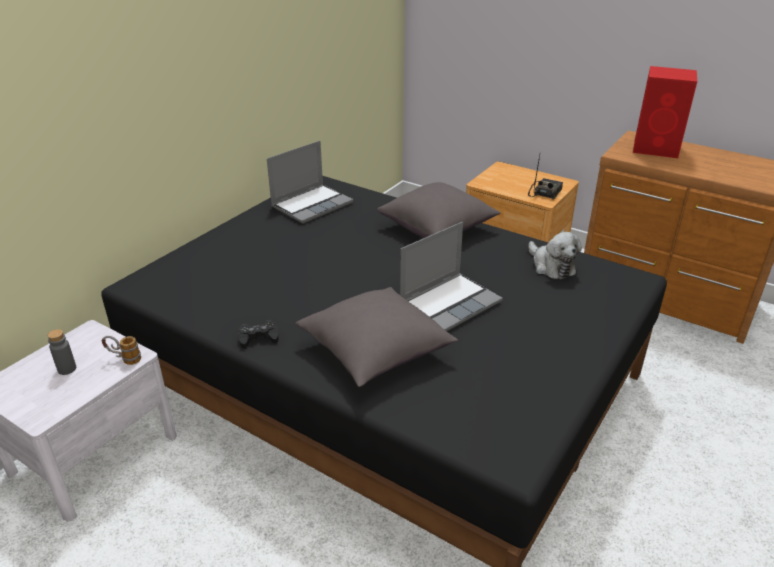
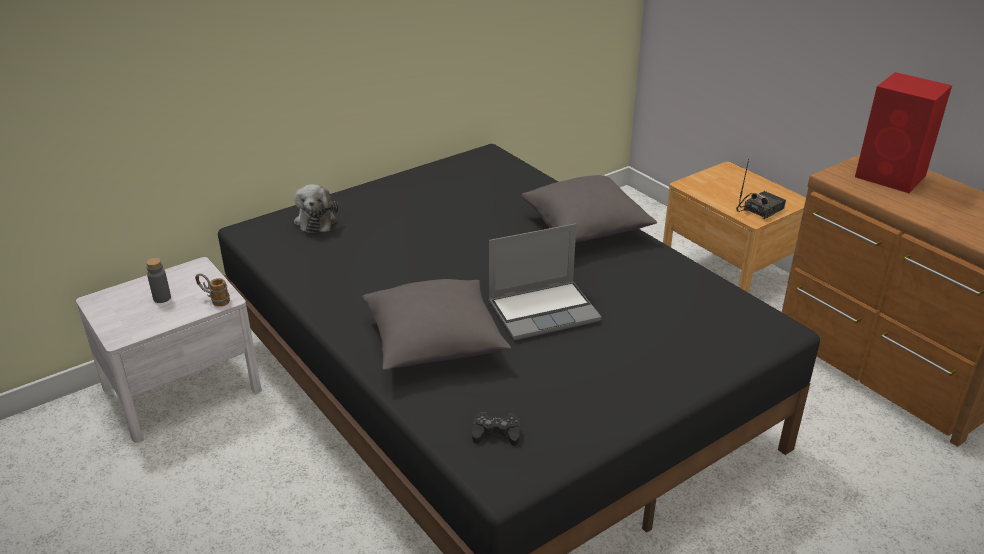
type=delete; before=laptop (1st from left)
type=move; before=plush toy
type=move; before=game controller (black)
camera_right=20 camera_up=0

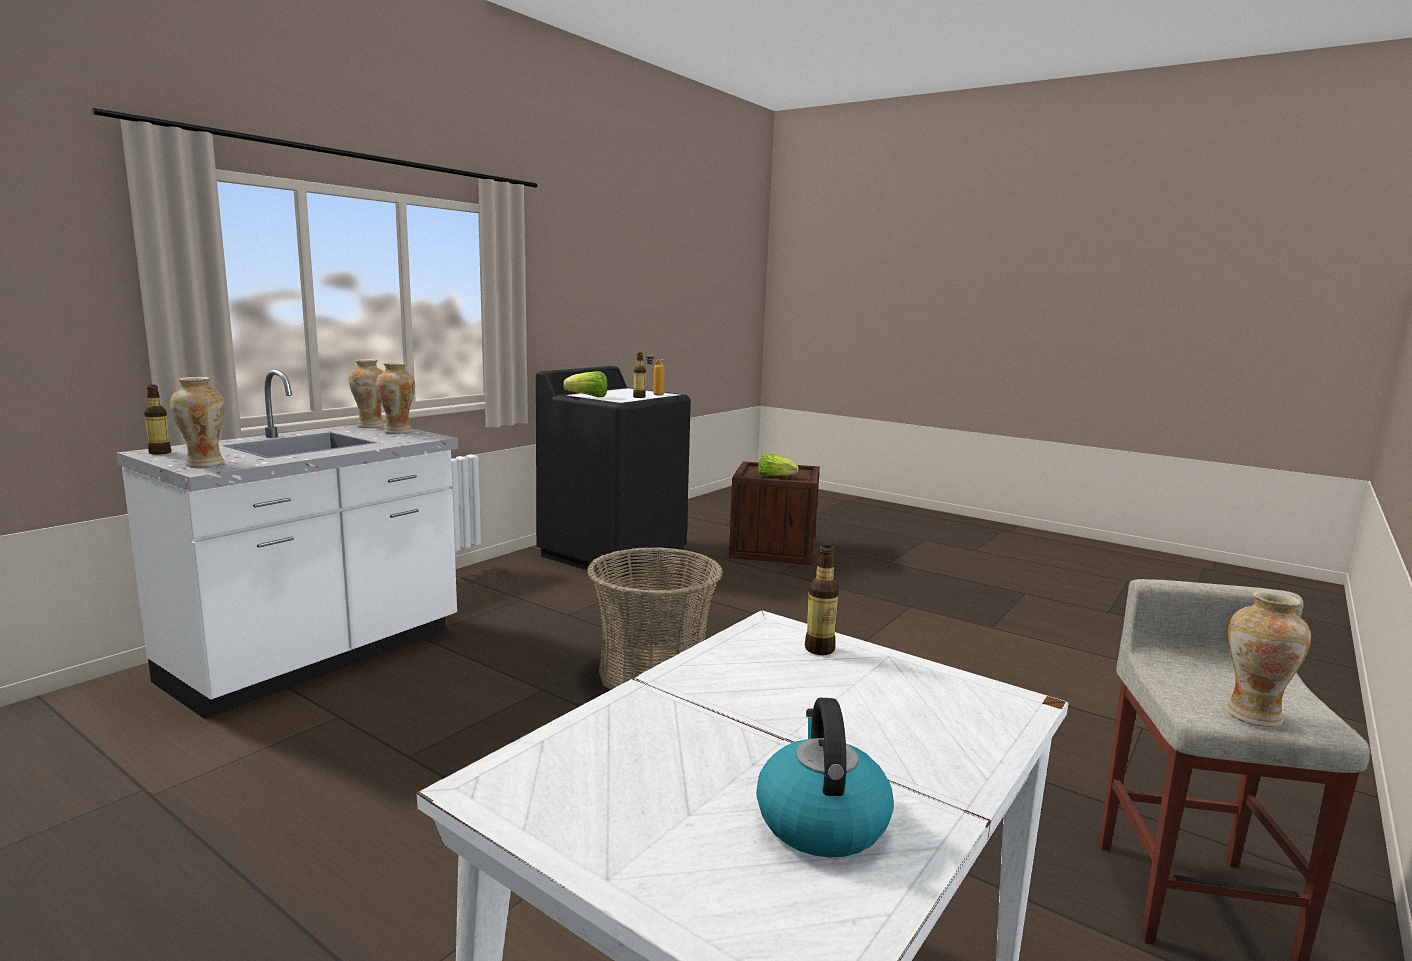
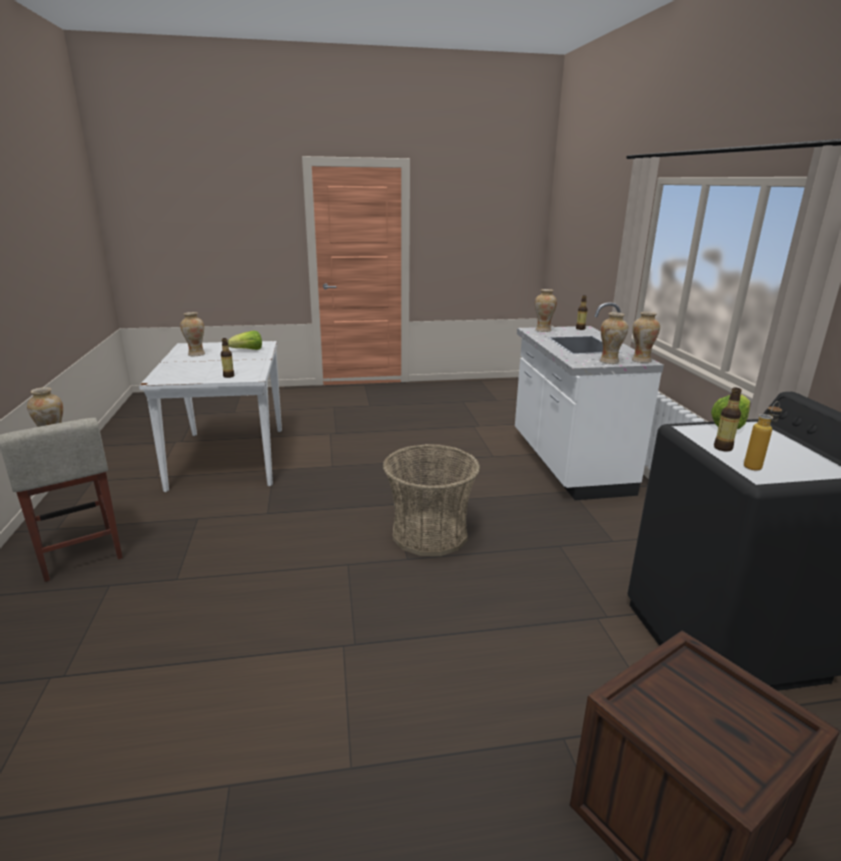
type=move; before=lettuce (2nd from left in the first image); after=lettuce (1st from left)
type=replace; before=kettle; after=vase (2nd from left)
camera_right=135 camera_up=10

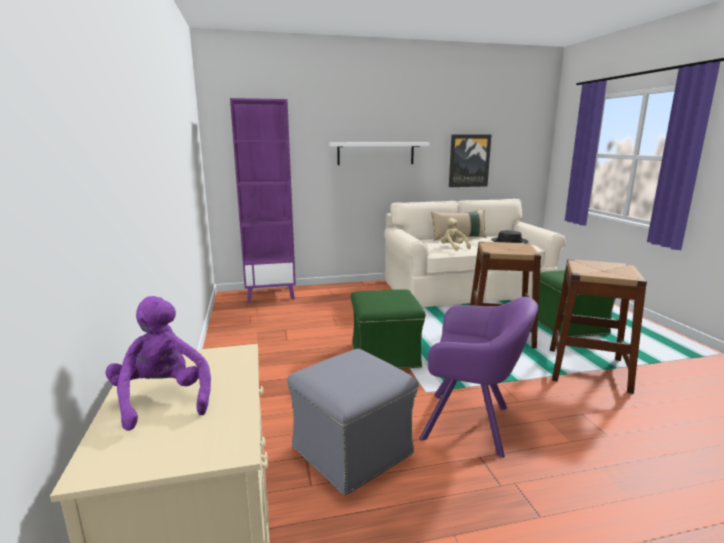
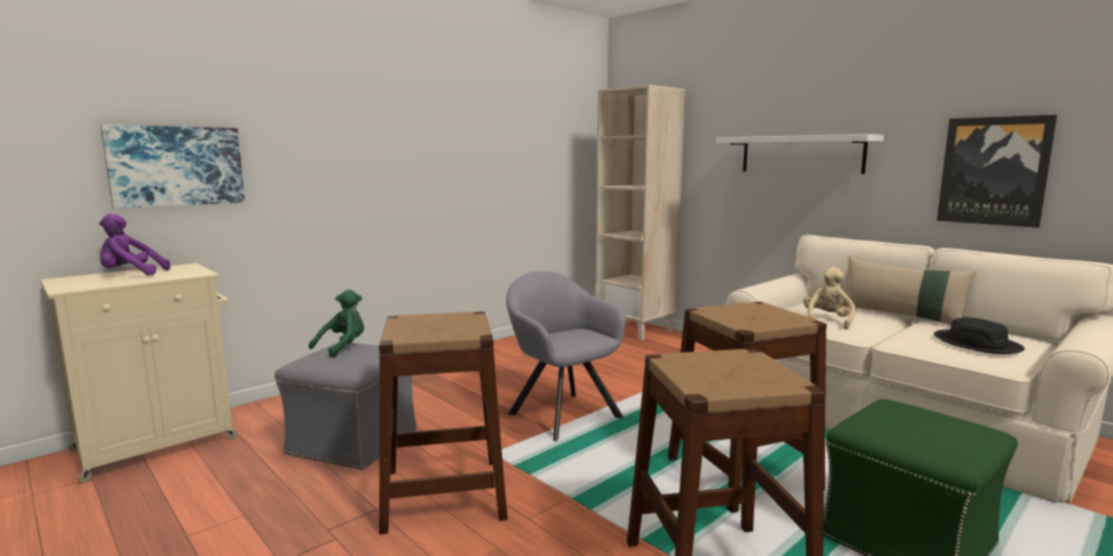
type=recolor; before=bookcase (purple); after=bookcase (beige)
type=replace; before=ottoman (green) (1st from left); after=armchair (grey)
type=rotate; before=plush toy (purple); turn=-135
type=replace; before=armchair (purple); after=stool (brown) (1st from left)
type=insert; after=picture (1st from left)
type=insert; after=plush toy (green)
camera_right=60 camera_up=-5

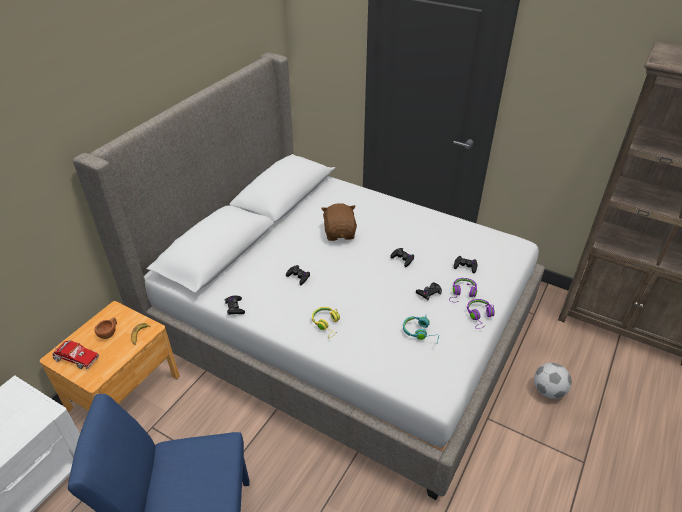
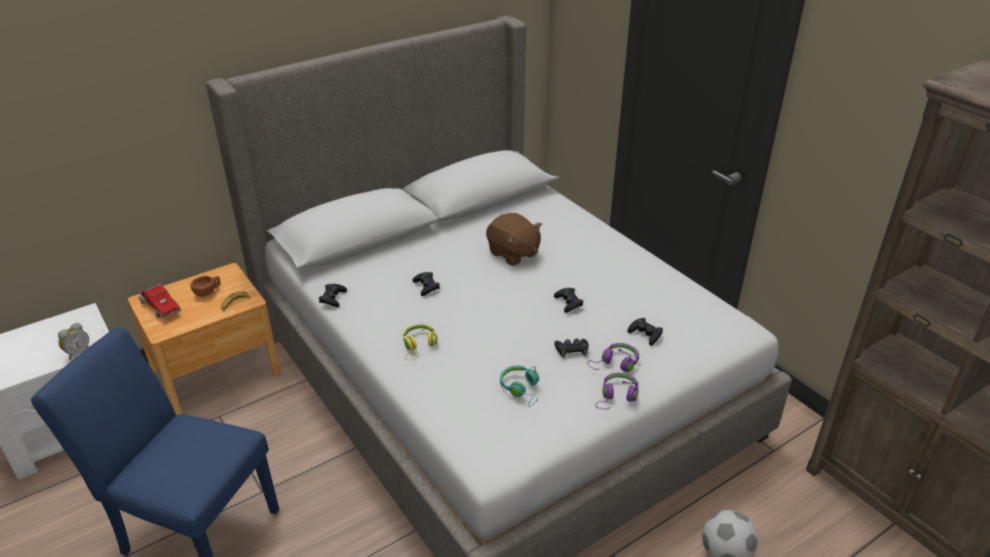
type=rotate; before=plush toy (brown); turn=120
type=insert; after=alarm clock
camera_right=25 camera_up=-5

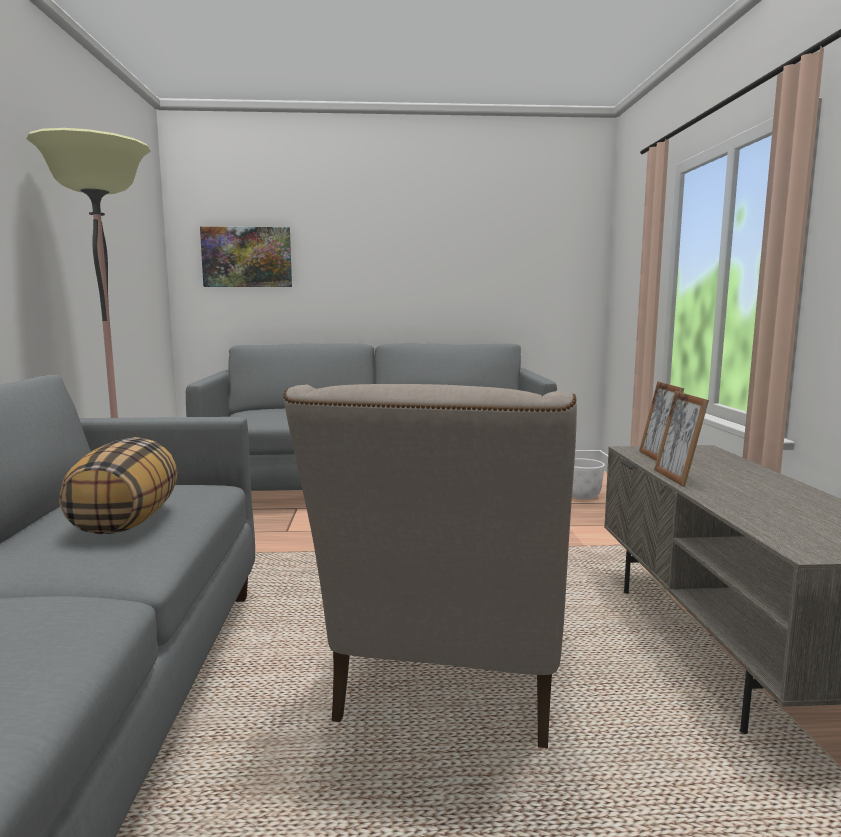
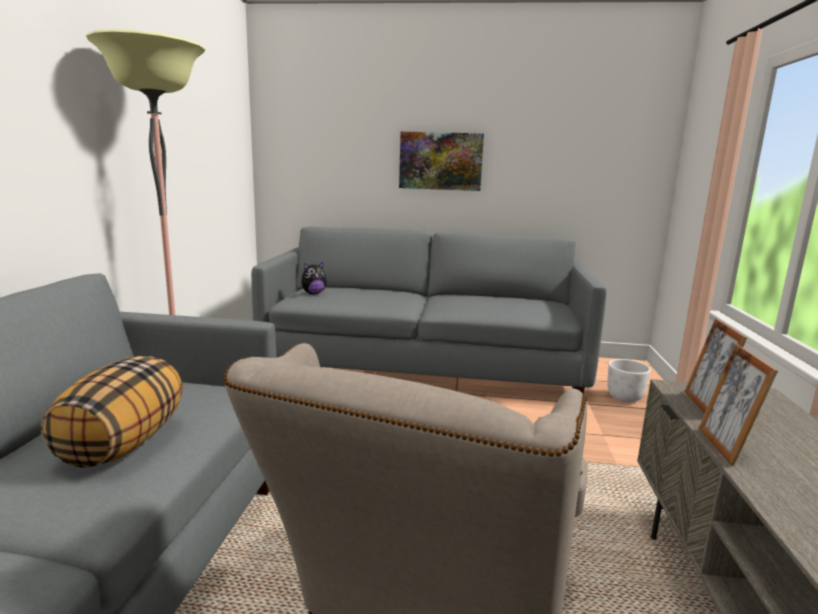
type=move; before=picture
type=insert; after=plush toy
camera_right=10 camera_up=5

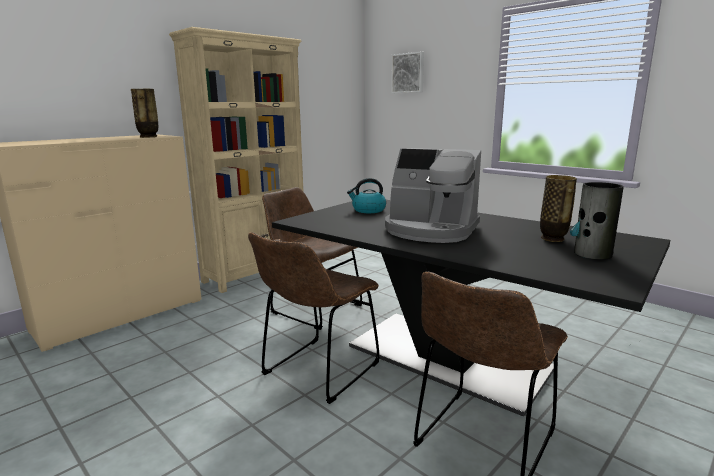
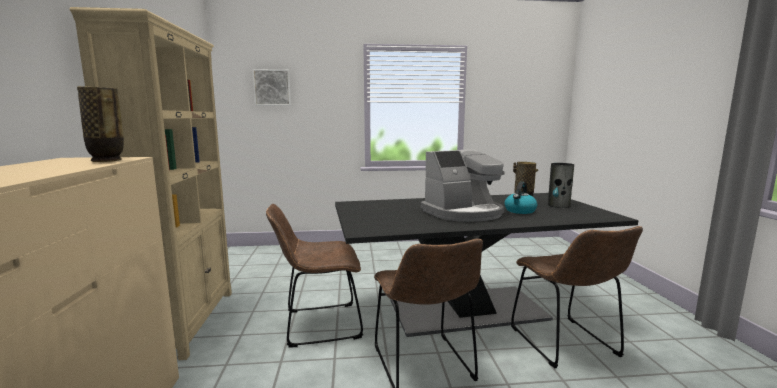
type=move; before=kettle
camera_right=-50 camera_up=-5

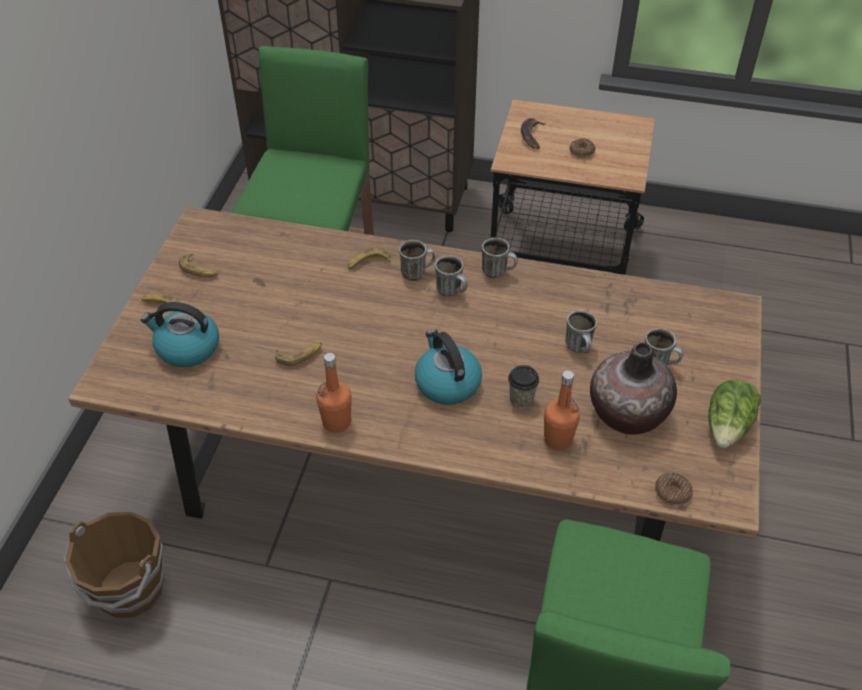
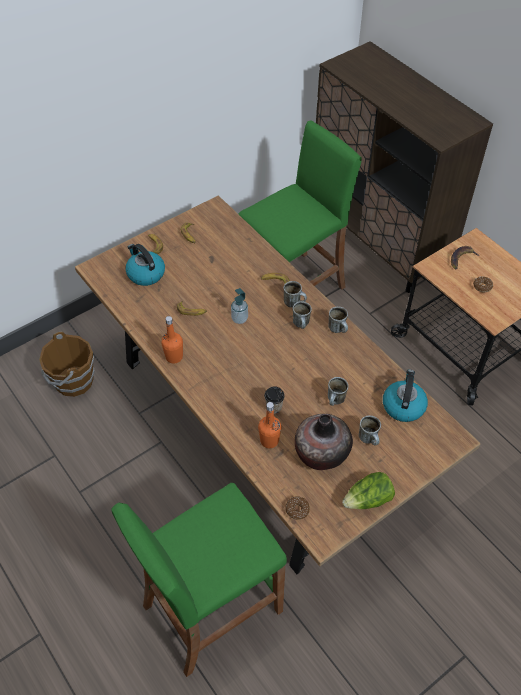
type=move; before=kettle (2nd from left)
type=insert; after=soap dispenser
camera_right=40 camera_up=5

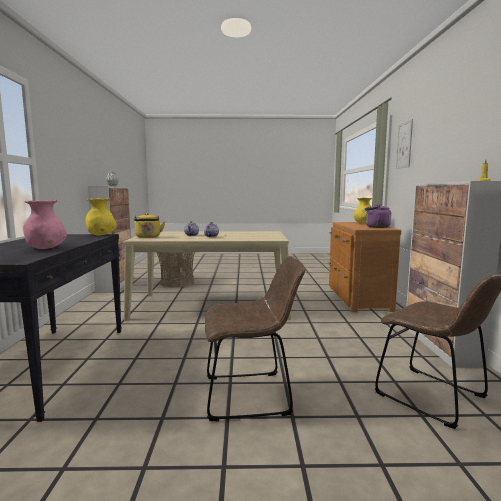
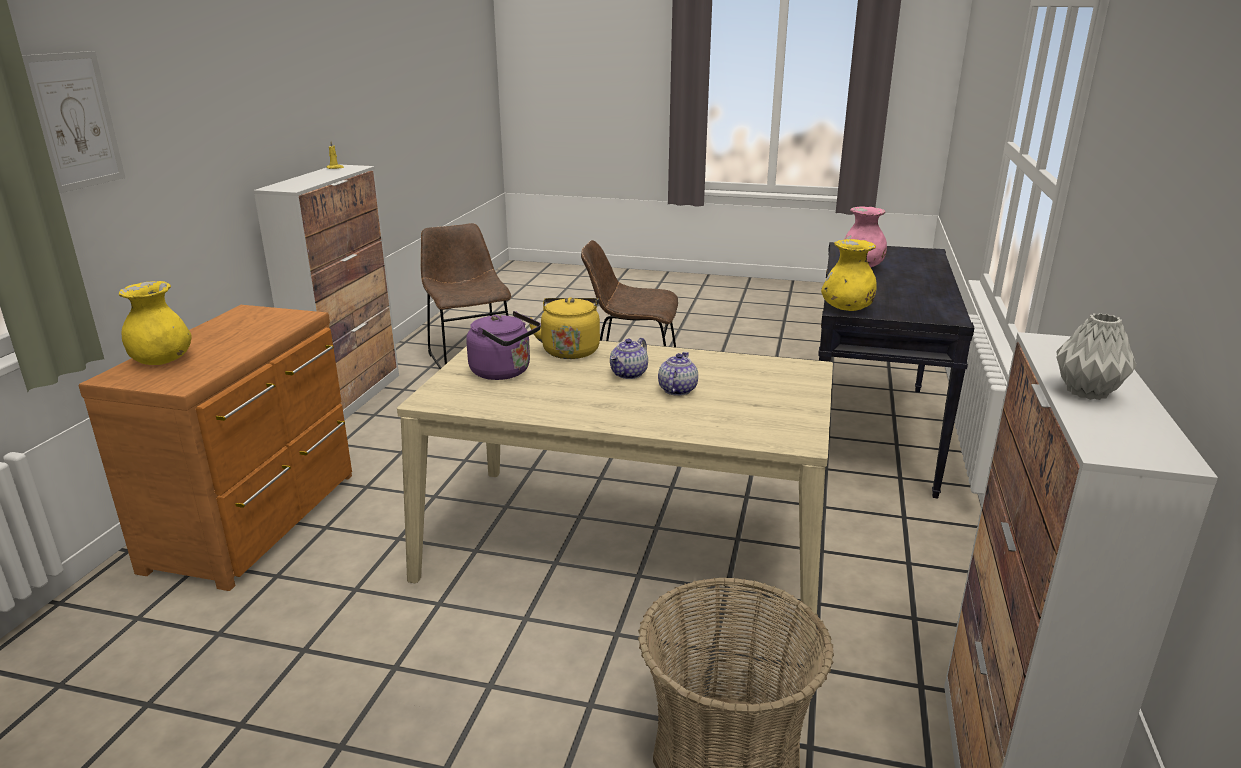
type=move; before=kettle (purple)
type=move; before=kettle (yellow)
camera_right=-165 camera_up=15

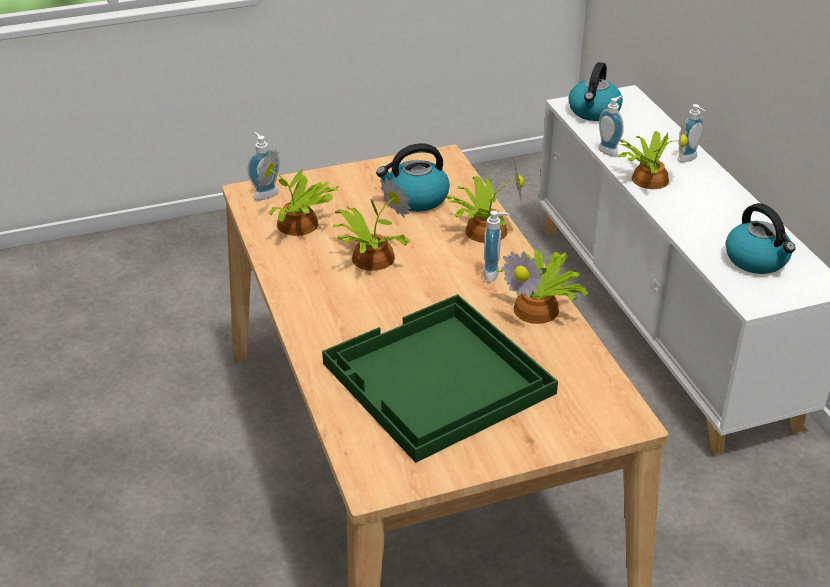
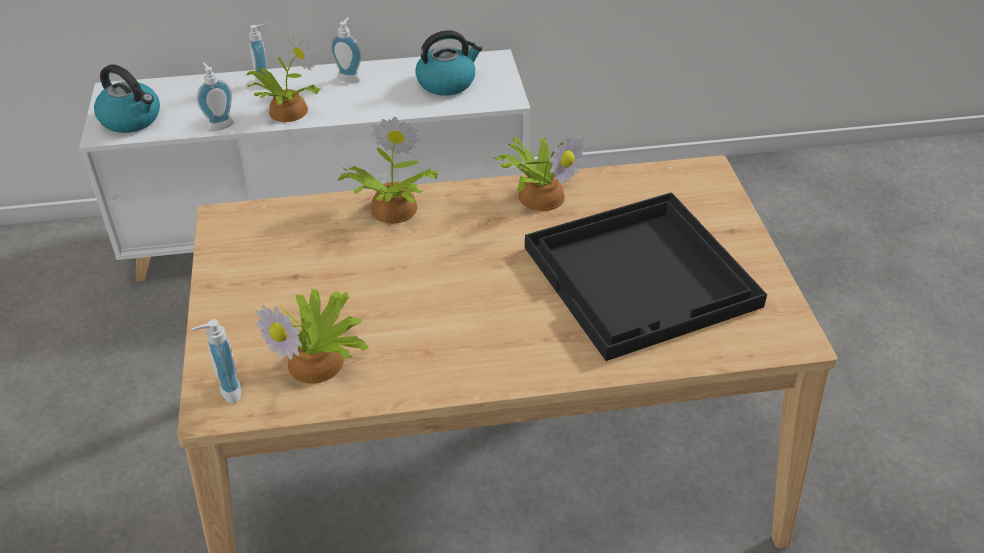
type=delete; before=kettle (1st from left)
type=delete; before=potted plant (2nd from left)
type=move; before=soap dispenser (2nd from left in the first image); after=soap dispenser (4th from left)
type=recolor; before=tray (green); after=tray (black)
camera_right=-80 camera_up=5

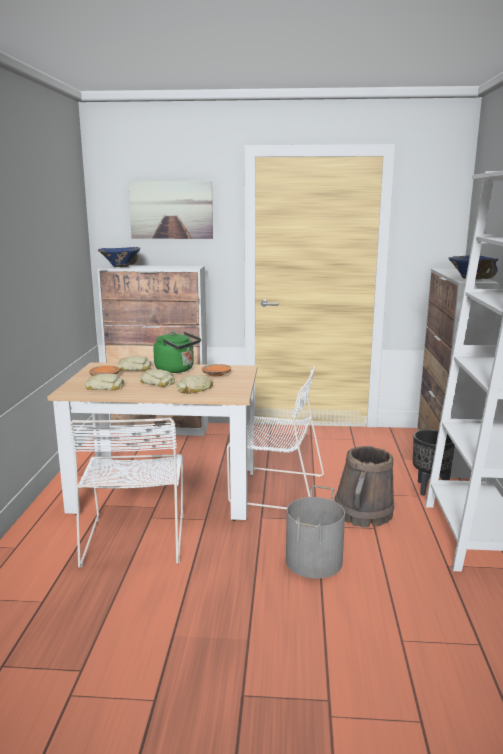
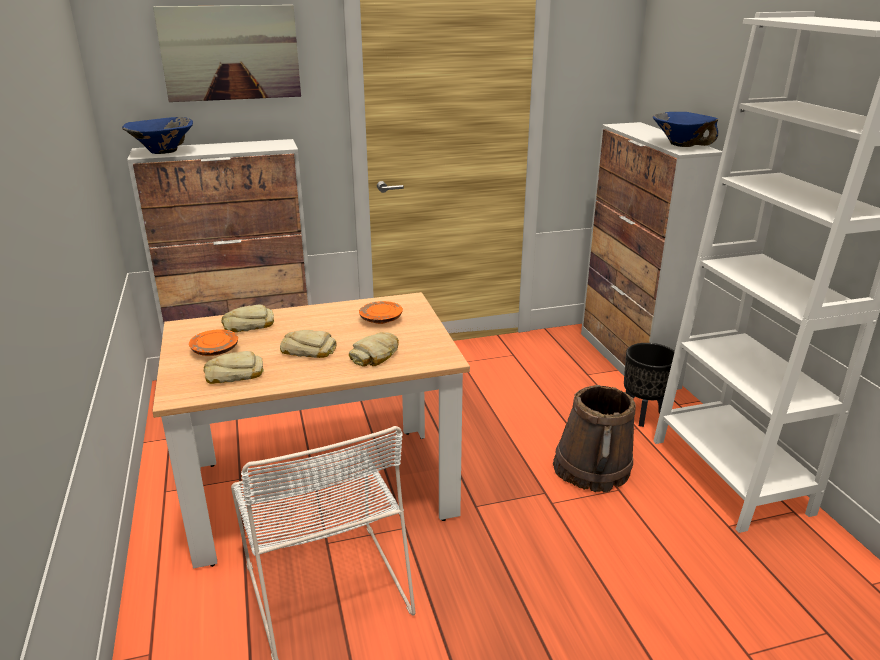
type=delete; before=kettle (green)
type=delete; before=chair (white) (2nd from left)
type=delete; before=bucket (grey)
camera_right=-20 camera_up=10

